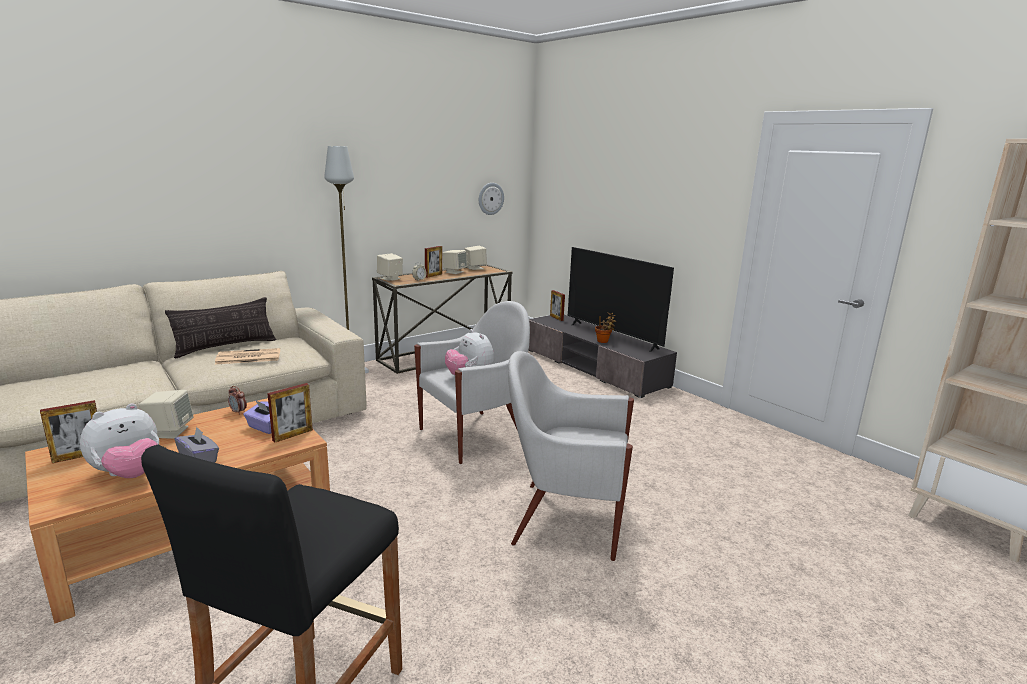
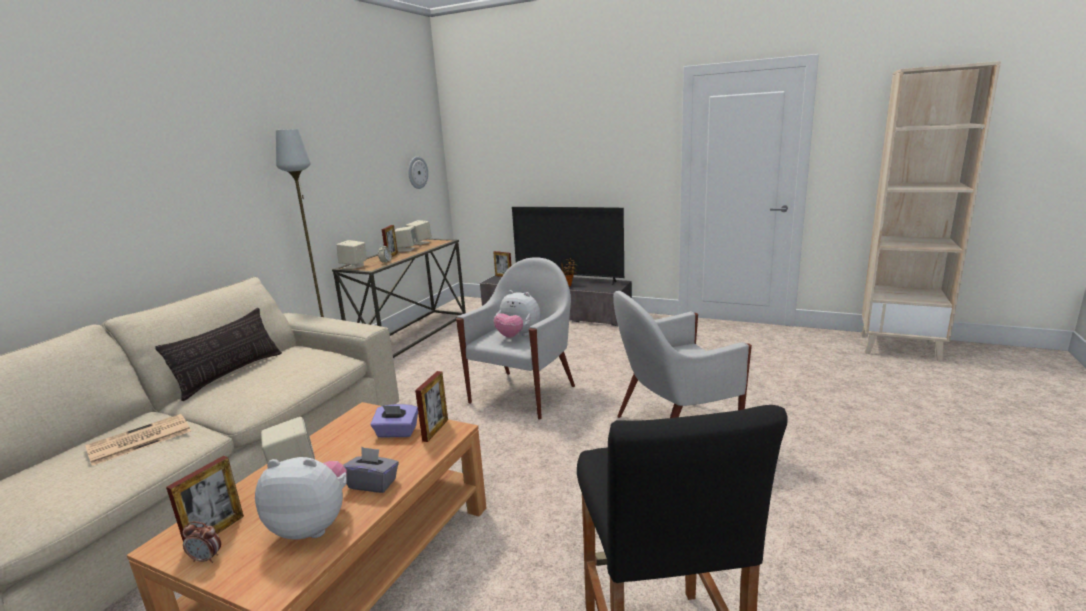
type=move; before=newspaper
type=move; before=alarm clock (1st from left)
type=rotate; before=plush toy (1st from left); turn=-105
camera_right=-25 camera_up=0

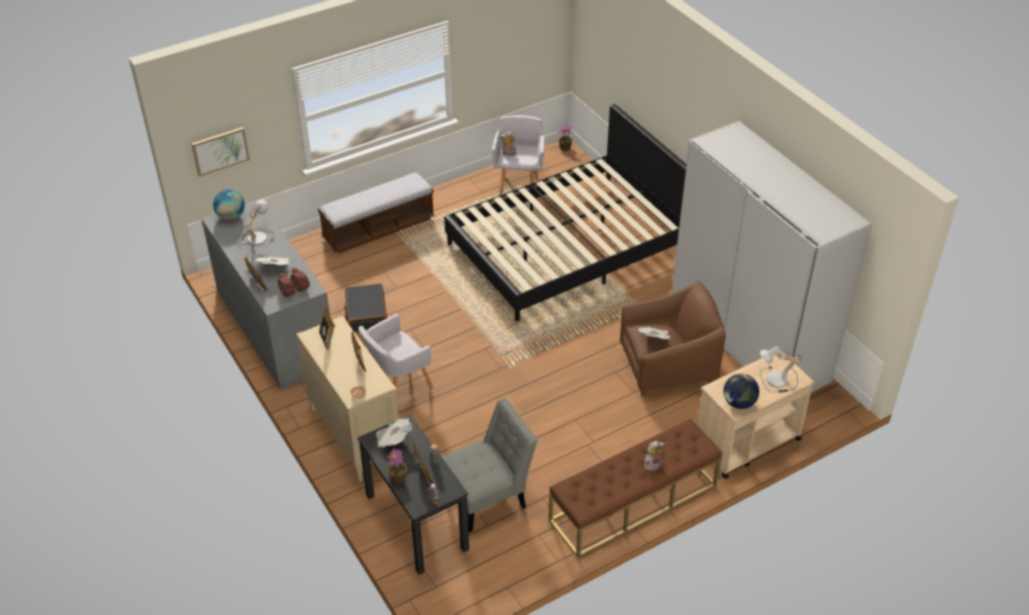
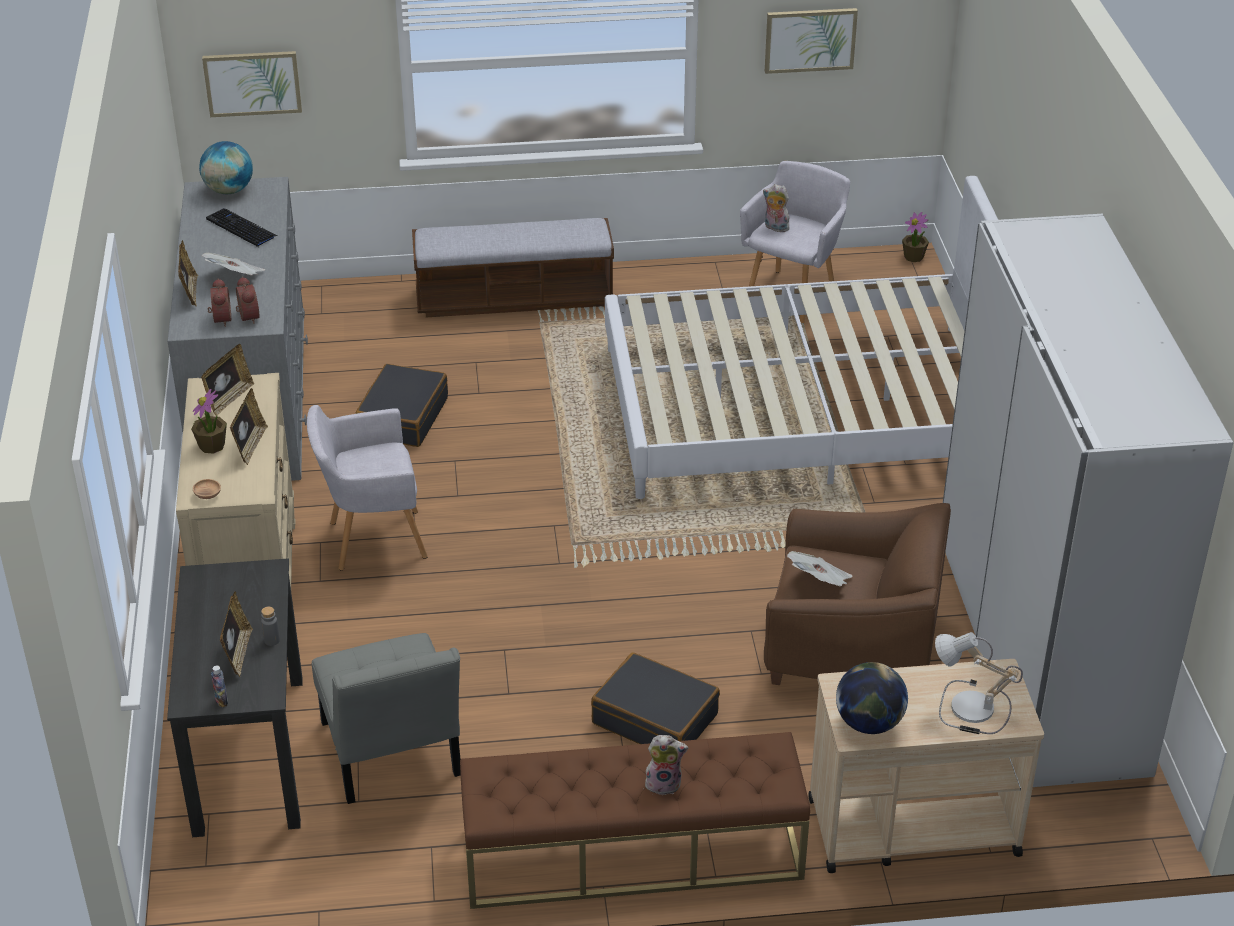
type=recolor; before=bed (black); after=bed (white)
type=replace; before=table lamp (1st from left); after=keyboard
type=rotate; before=chair (grey); turn=75
type=delete; before=newspaper (2nd from left)
type=move; before=potted plant (1st from left)
type=insert; after=picture (2nd from left)
type=insert; after=suitcase (black) (2nd from left)
camera_right=25 camera_up=-5

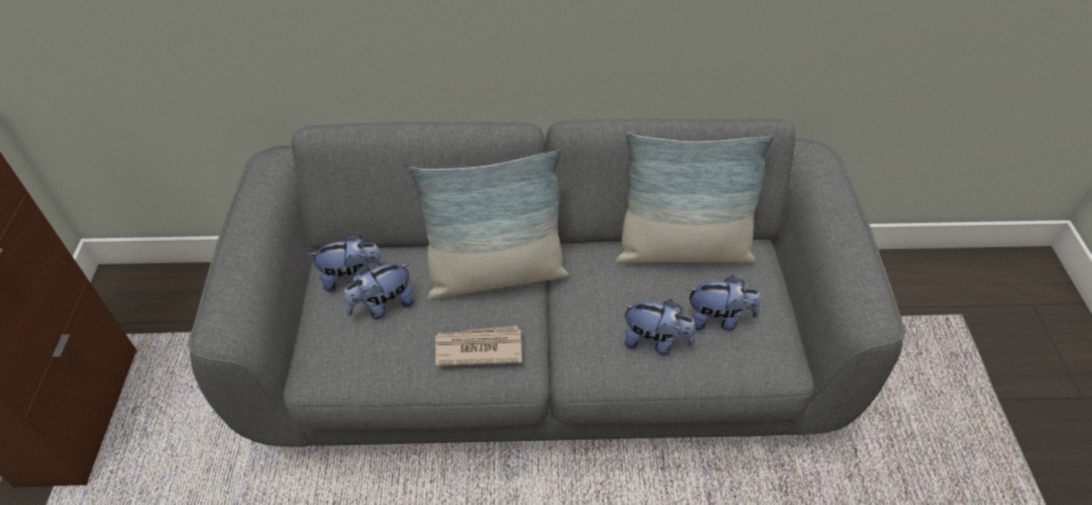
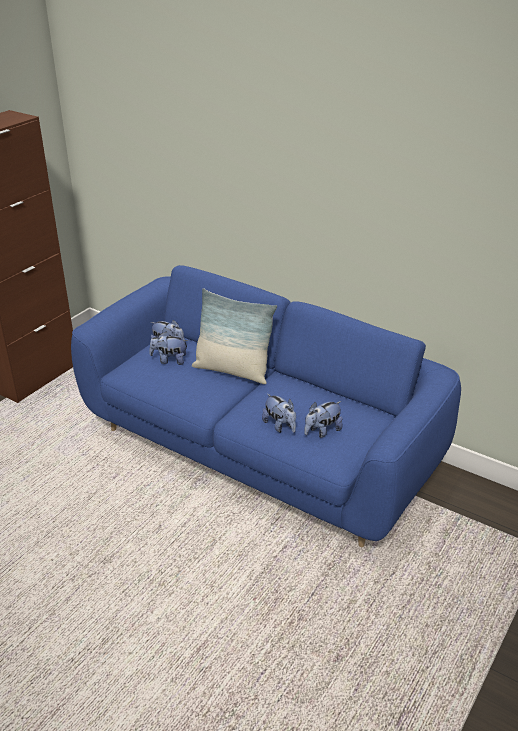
type=recolor; before=sofa (grey); after=sofa (blue)
type=delete; before=pillow (2nd from left)
type=rotate; before=plush toy (4th from left); turn=105
type=delete; before=newspaper
camera_right=35 camera_up=-15

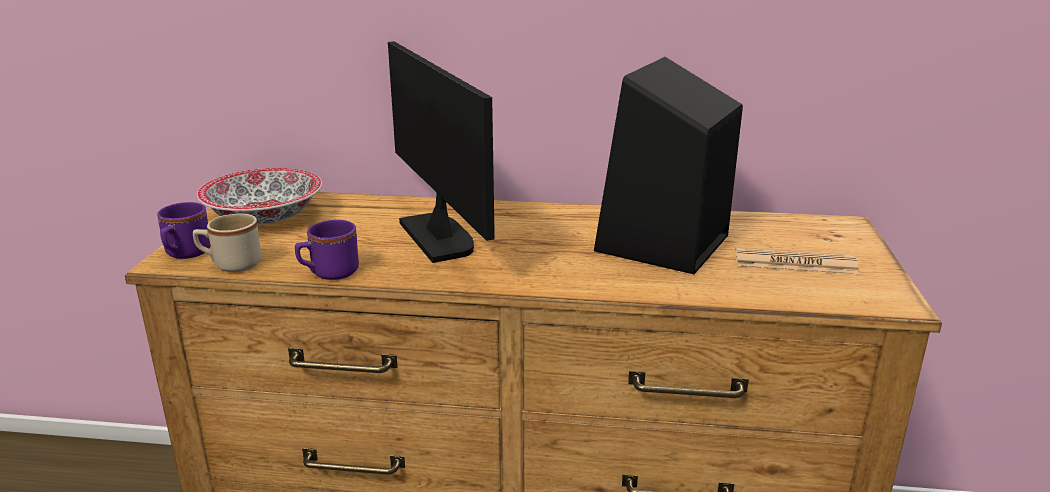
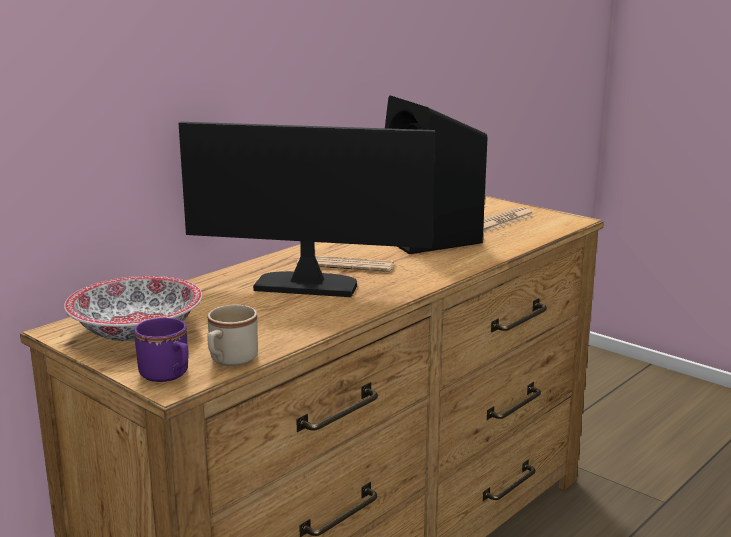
type=delete; before=mug (purple) (2nd from left)
type=insert; after=newspaper (1st from left)
camera_right=-55 camera_up=-5

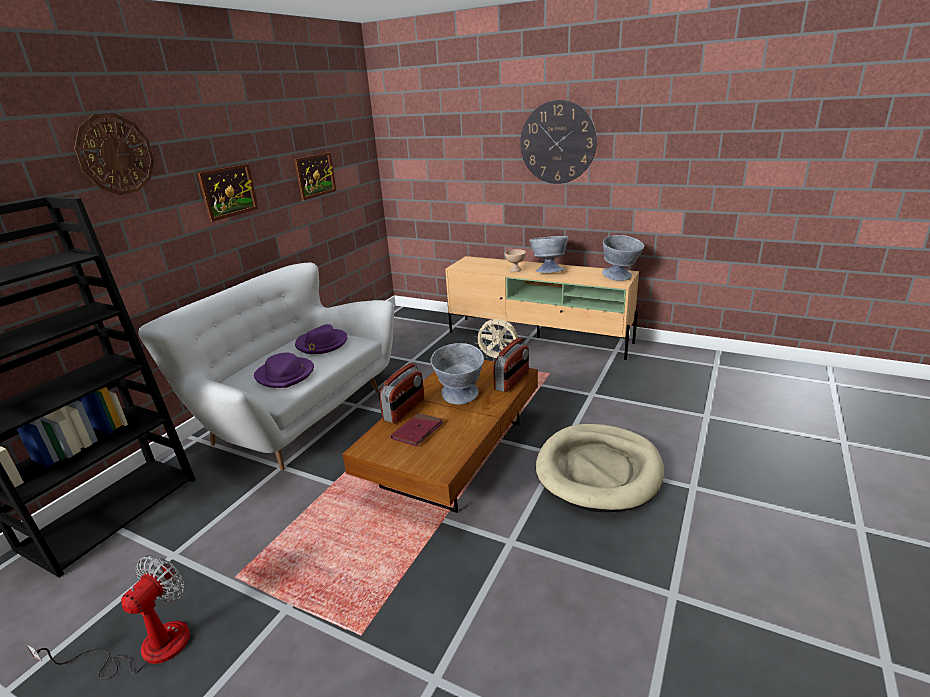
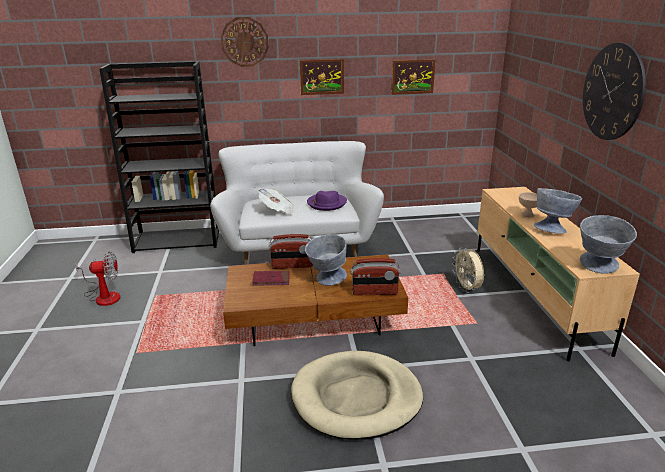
type=replace; before=hat (purple) (1st from left); after=newspaper
camera_right=55 camera_up=0

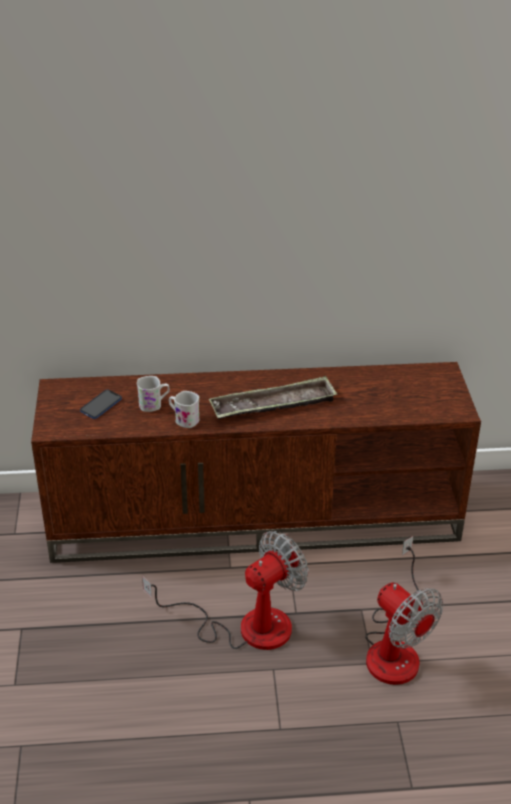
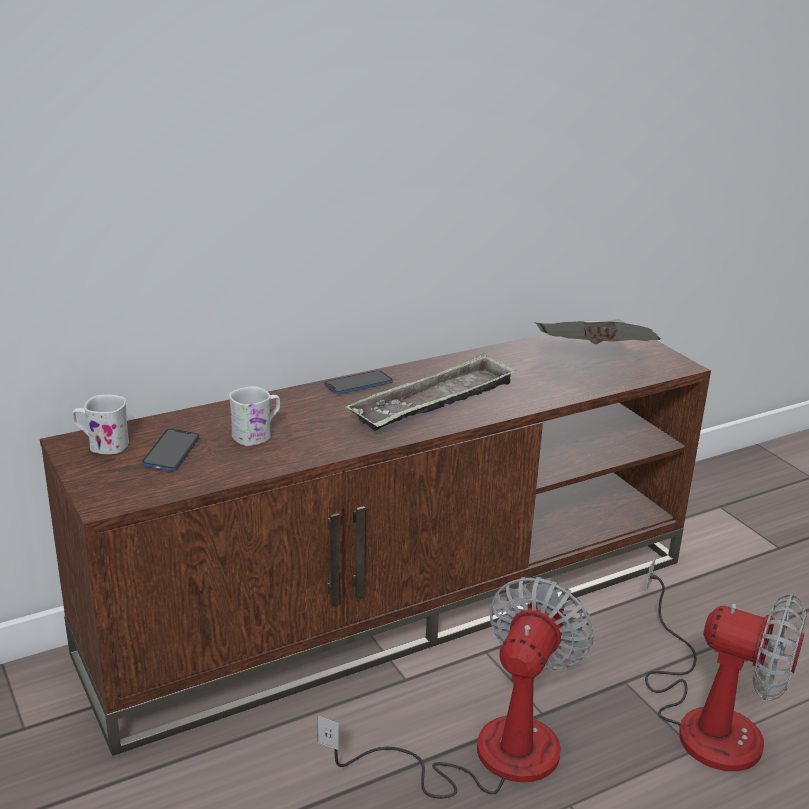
type=move; before=mug (white) (2nd from left in the first image); after=mug (white) (1st from left)
type=insert; after=newspaper
type=insert; after=phone (2nd from left)
camera_right=-25 camera_up=-10

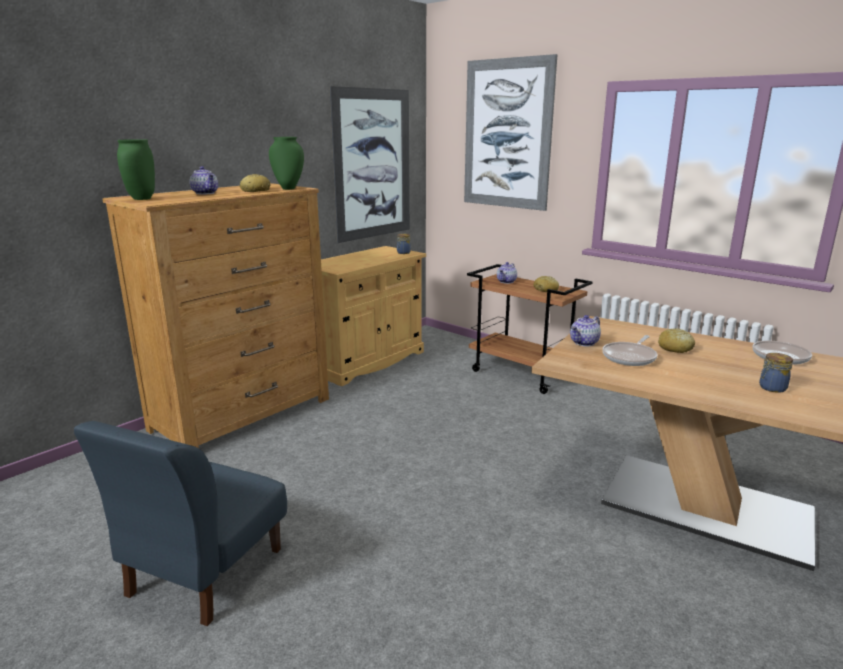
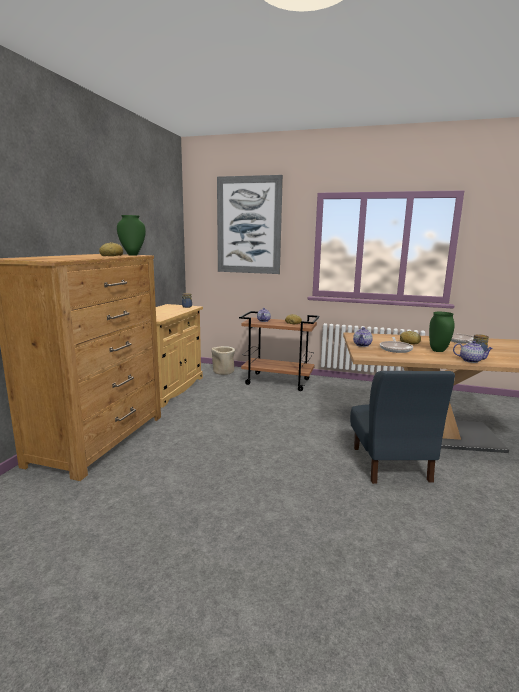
type=delete; before=picture (1st from left)
type=move; before=vase (green) (1st from left in the first image); after=vase (green) (2nd from left)
type=move; before=teapot (1st from left in the first image); after=teapot (3rd from left)
type=move; before=chair (blue)
type=insert; after=planter (beige)
camera_right=-25 camera_up=-5

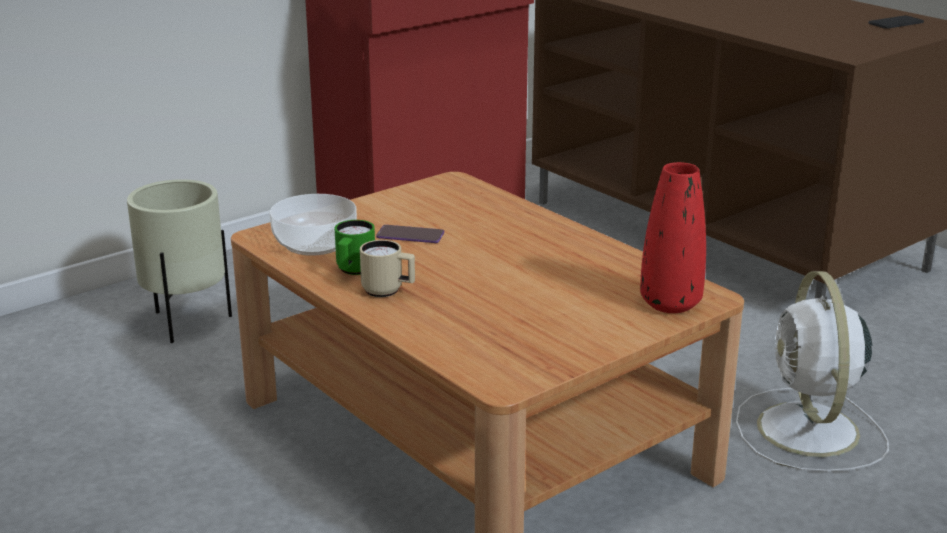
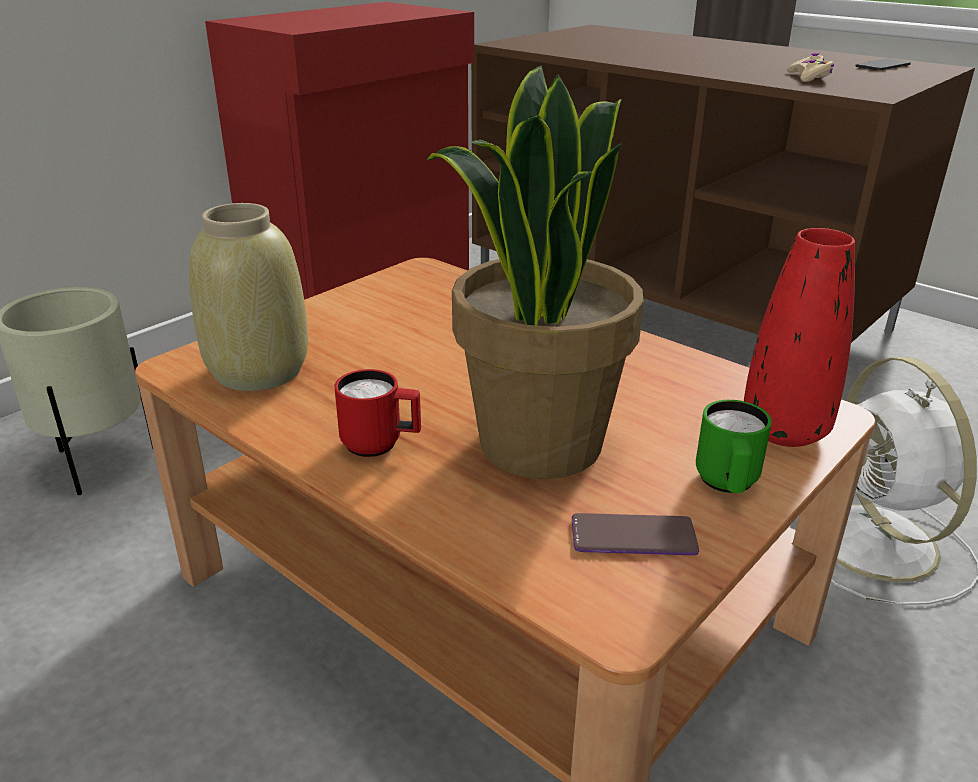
type=replace; before=bowl; after=vase (beige)
type=move; before=mug (green)
type=move; before=phone (1st from left)
type=recolor; before=mug (beige); after=mug (red)
type=insert; after=game controller (beige)
type=insert; after=potted plant
camera_right=-10 camera_up=5

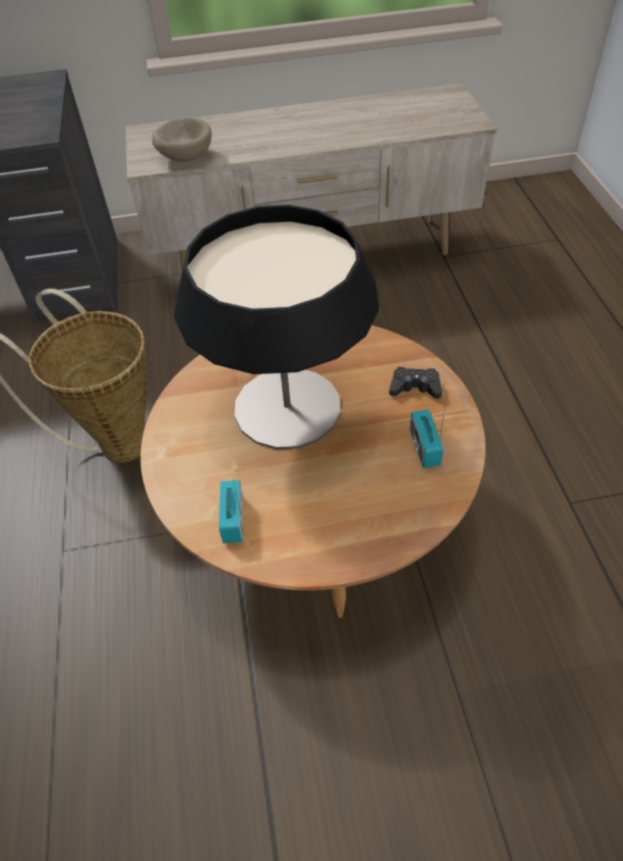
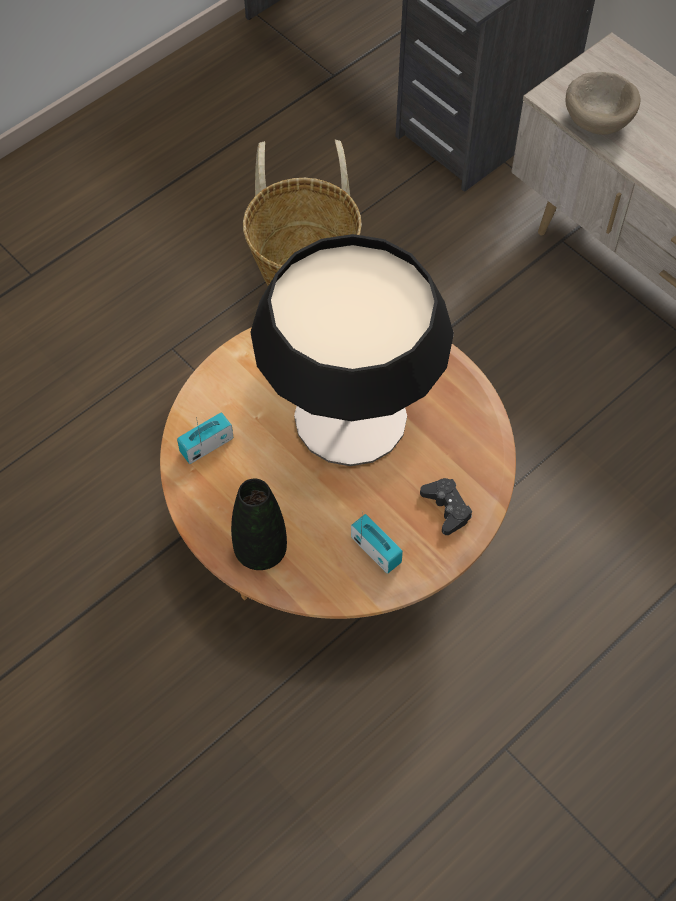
type=rotate; before=radio (2nd from left); turn=90
type=insert; after=vase (black)
camera_right=55 camera_up=10

